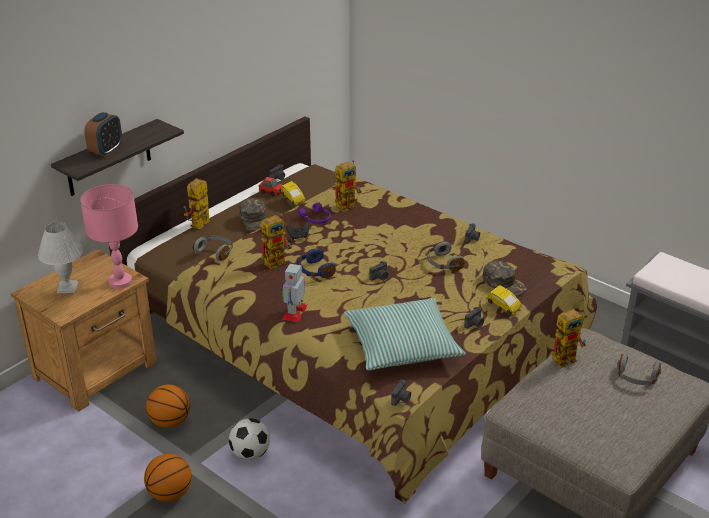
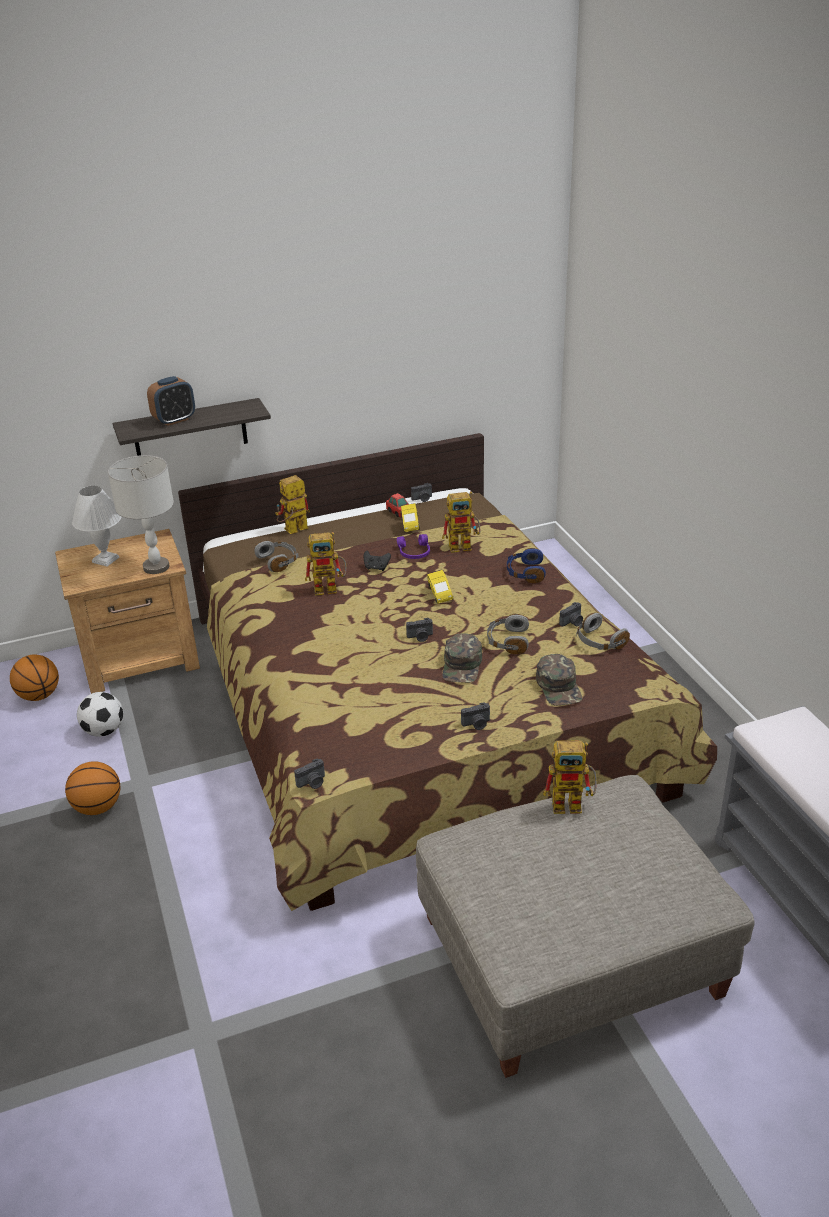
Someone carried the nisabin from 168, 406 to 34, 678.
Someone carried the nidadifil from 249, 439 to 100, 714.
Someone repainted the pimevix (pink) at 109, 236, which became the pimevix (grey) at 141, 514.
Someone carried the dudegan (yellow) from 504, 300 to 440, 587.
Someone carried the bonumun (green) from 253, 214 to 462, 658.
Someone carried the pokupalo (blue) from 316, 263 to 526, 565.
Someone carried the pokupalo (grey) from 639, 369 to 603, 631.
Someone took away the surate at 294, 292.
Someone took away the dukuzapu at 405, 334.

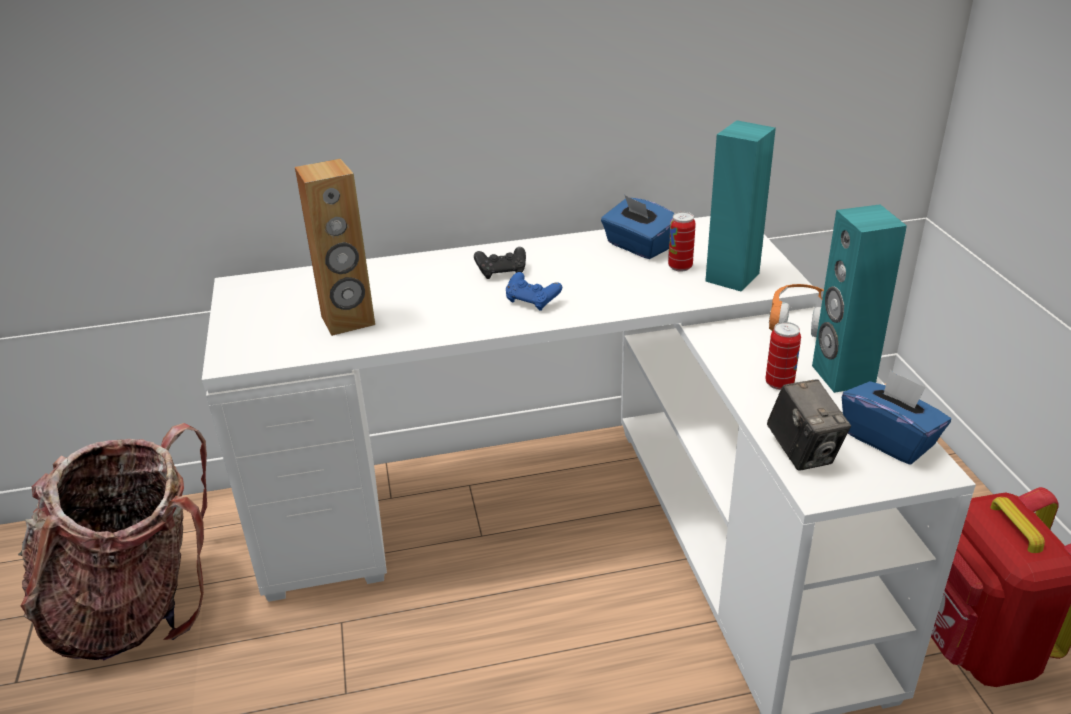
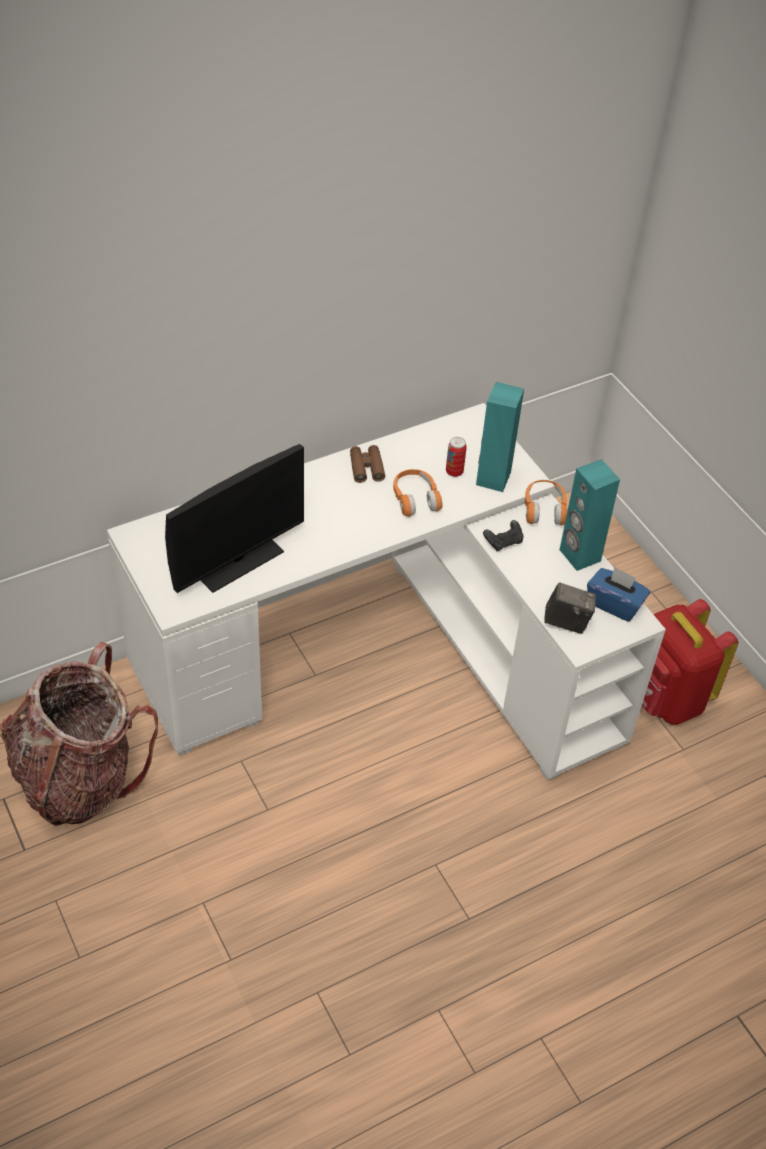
Someone swapped the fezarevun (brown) at 335, 247 for the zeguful at 234, 518.
Someone put down the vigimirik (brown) at 367, 464.
Someone put down the pokupalo (orange) at 417, 493.
Someone carried the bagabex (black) from 500, 263 to 503, 535.
Someone rotated the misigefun at 809, 425 by 45 degrees counterclockwise.
Someone took away the bagabex (blue) at 534, 291.
Someone took away the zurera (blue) at 638, 227.
Someone took away the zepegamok at 783, 356.

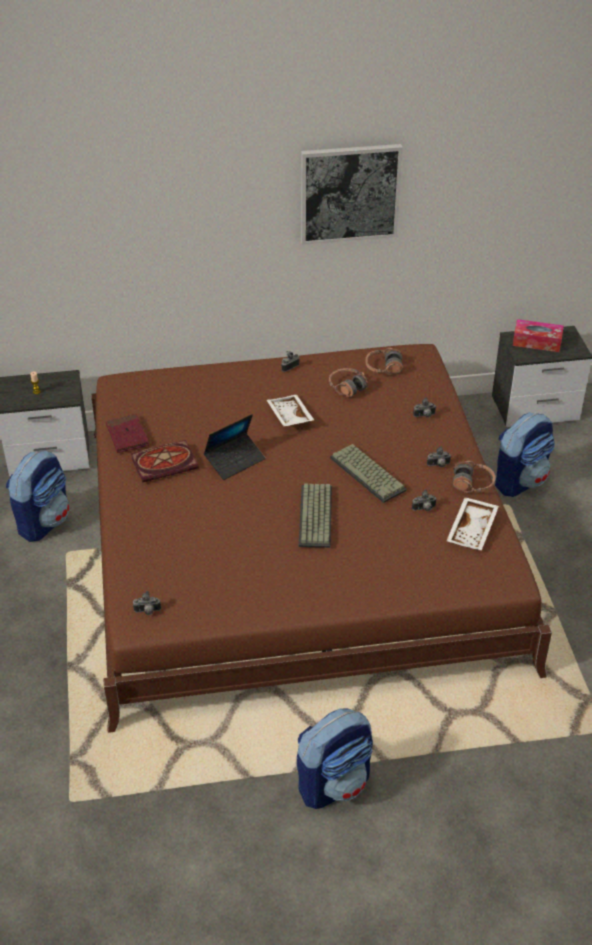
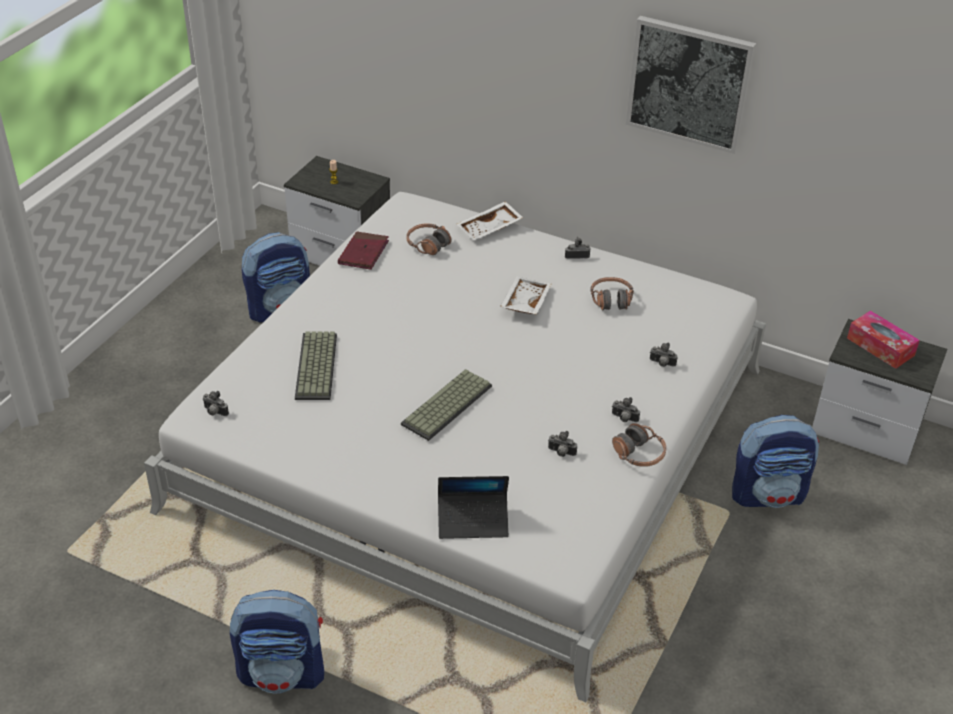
Someone repainted the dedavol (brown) at 321, 538, which became the dedavol (white) at 455, 447.
Someone carried the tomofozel from 368, 473 to 316, 365.
Someone carried the pokupalo from 384, 361 to 428, 239.
Someone carried the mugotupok from 234, 447 to 473, 507.
Someone carried the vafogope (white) from 472, 523 to 489, 221.
Someone took away the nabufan at 165, 461.

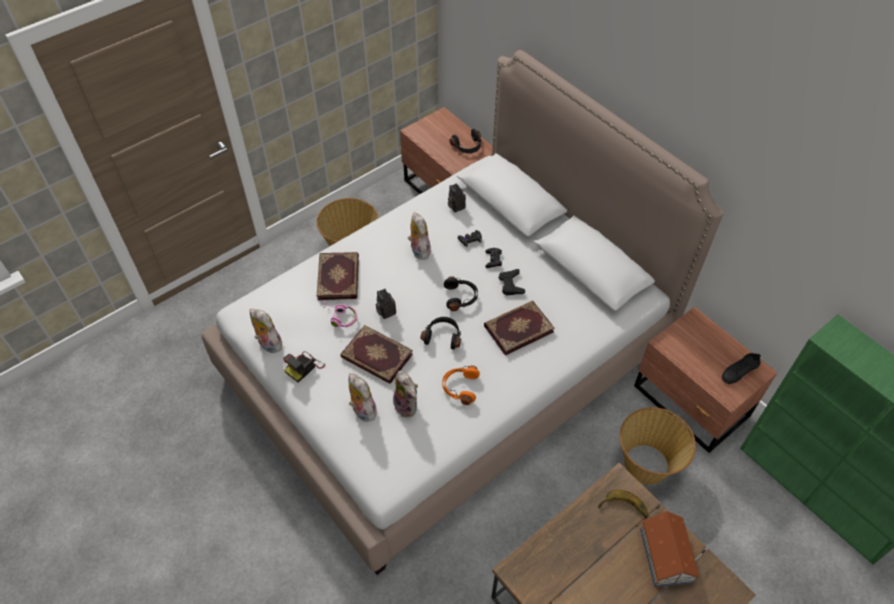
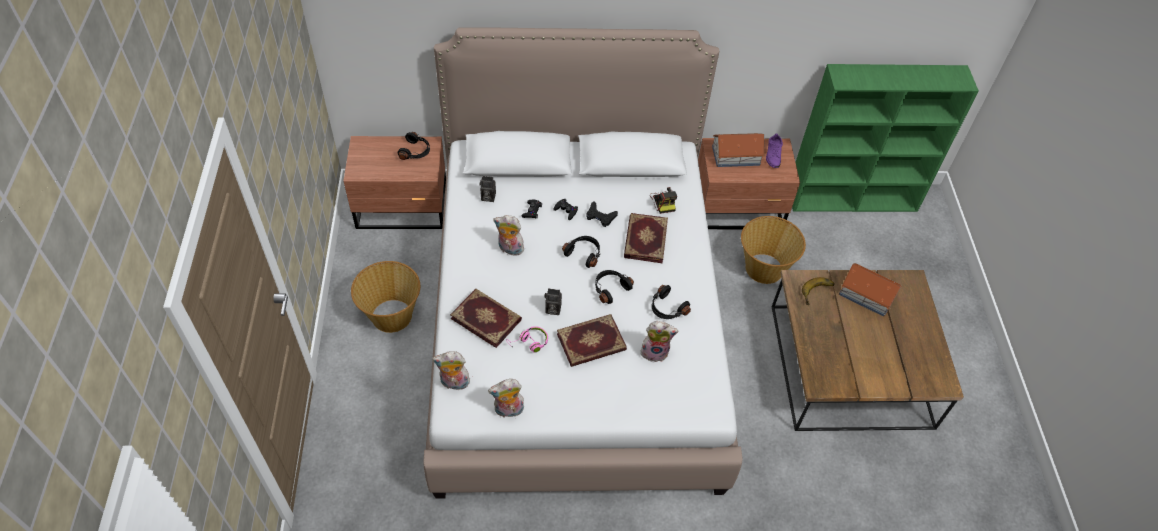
Someone carried the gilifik from 363, 397 to 451, 370.
Someone carried the misigefun from 304, 366 to 663, 200.
Someone repainted the pokupalo (orange) at 461, 385, which became the pokupalo (black) at 671, 302.
Someone put down the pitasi at 738, 150.
Someone repainted the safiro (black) at 741, 368, which became the safiro (purple) at 774, 151.

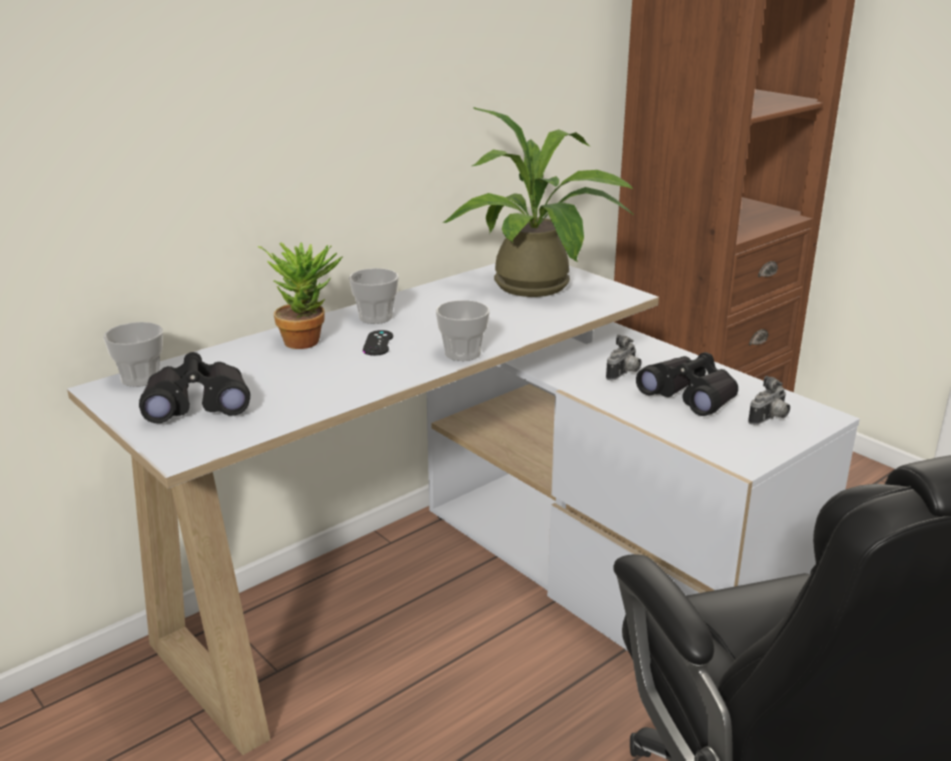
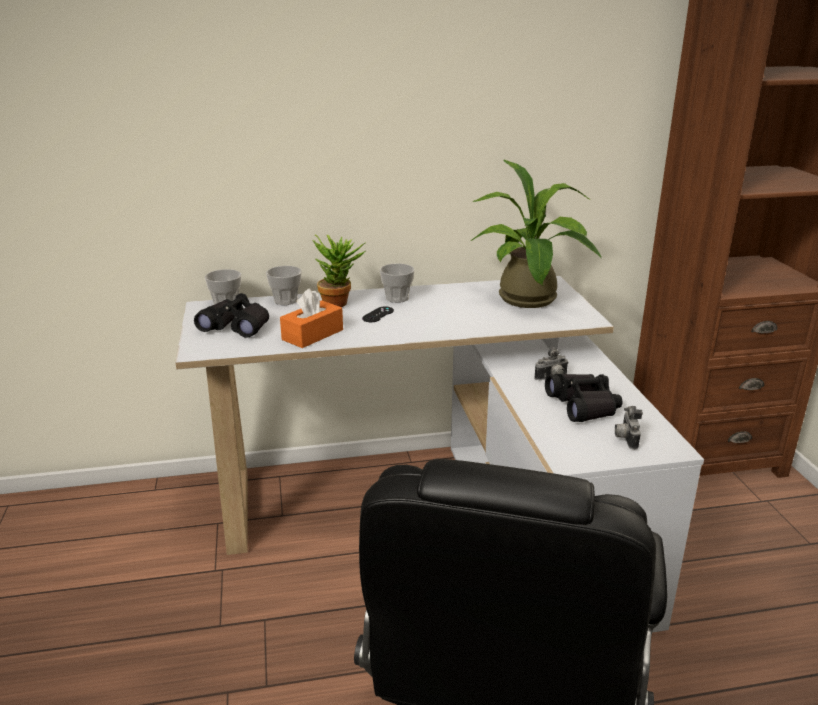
Someone carried the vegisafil from 462, 330 to 284, 285.
Someone put down the zurera (orange) at 311, 318.
Someone rotated the misigefun at 769, 400 by 105 degrees clockwise.

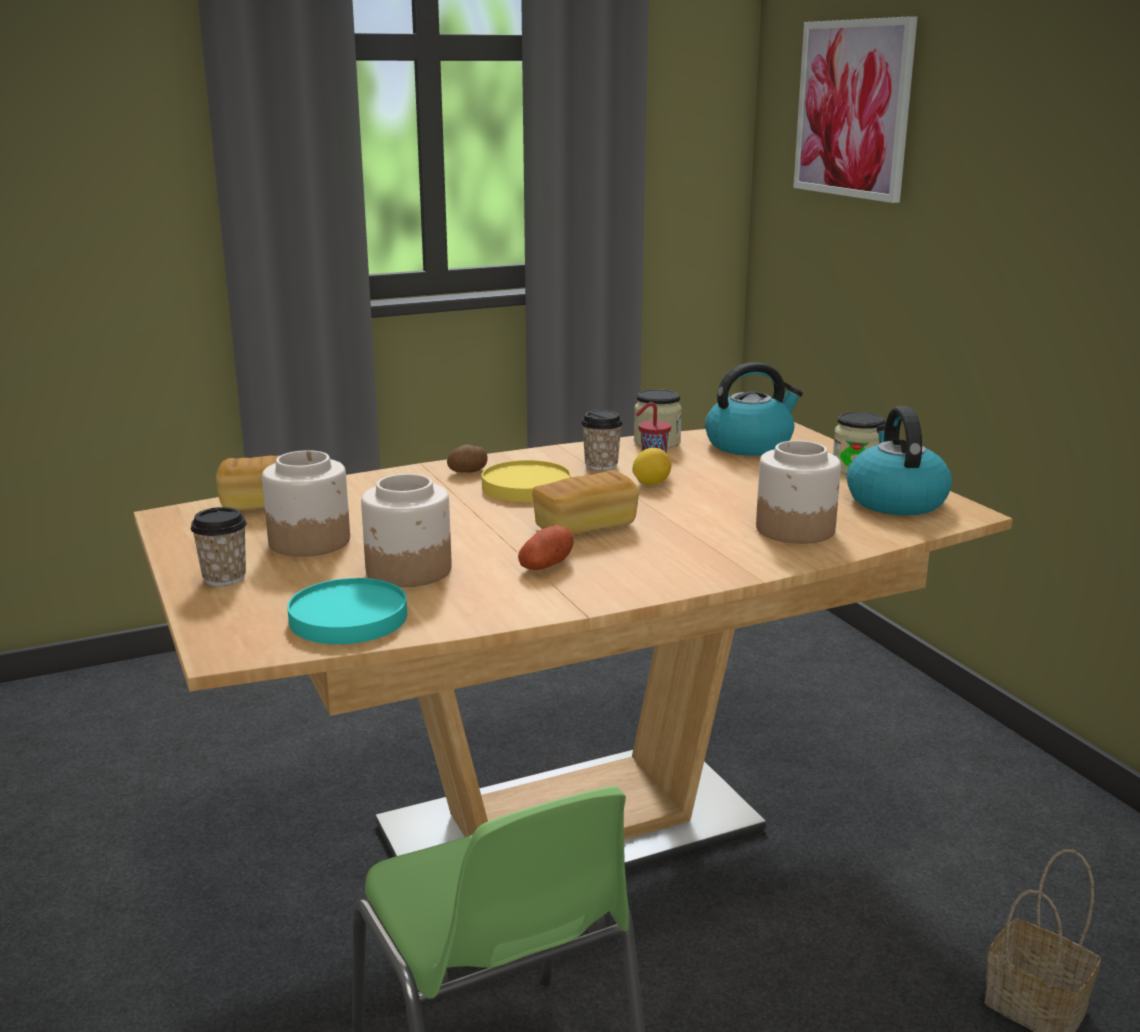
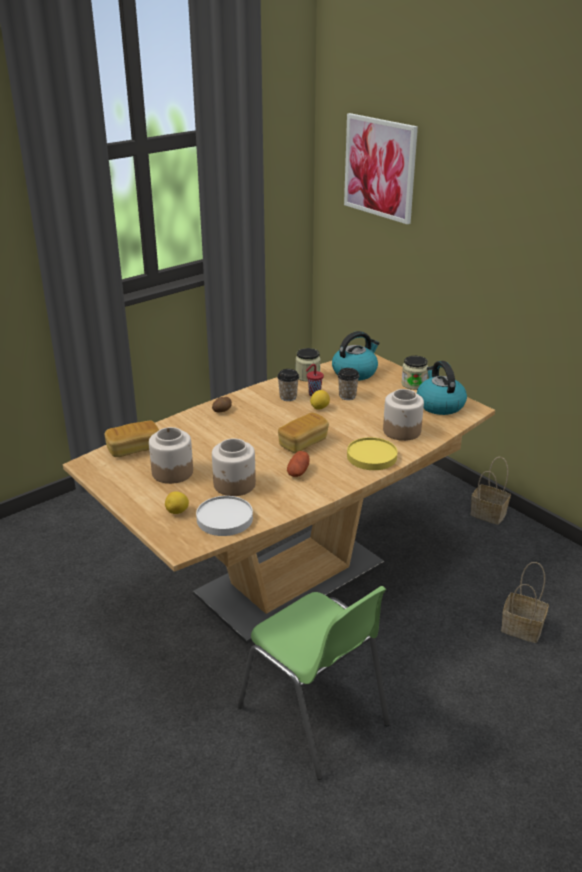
Someone put down the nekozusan at 177, 502.
Someone repainted the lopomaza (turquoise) at 347, 611, which became the lopomaza (white) at 224, 516.
Someone carried the vegisafil from 219, 546 to 348, 384.
Someone carried the lopomaza (yellow) from 526, 481 to 372, 453.
Someone put down the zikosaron at 490, 491.

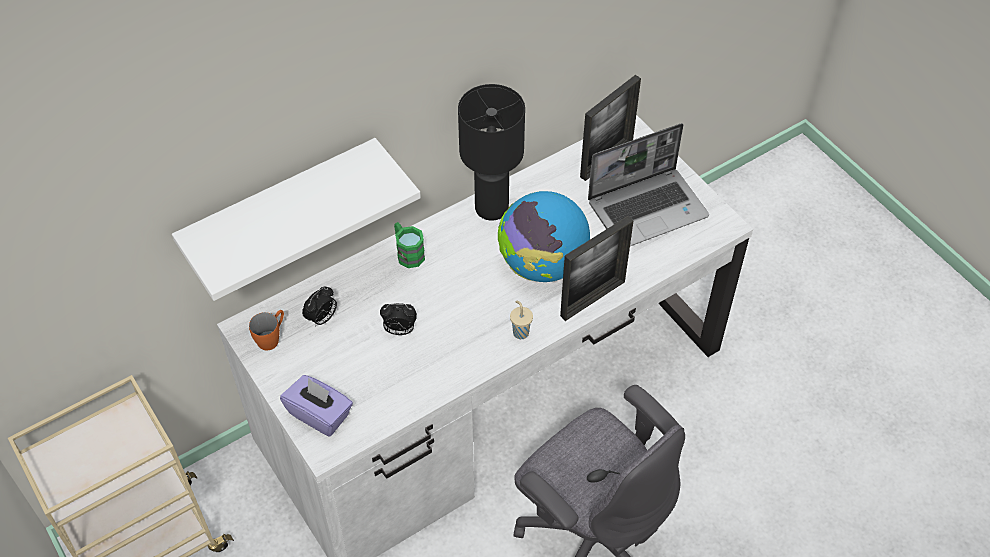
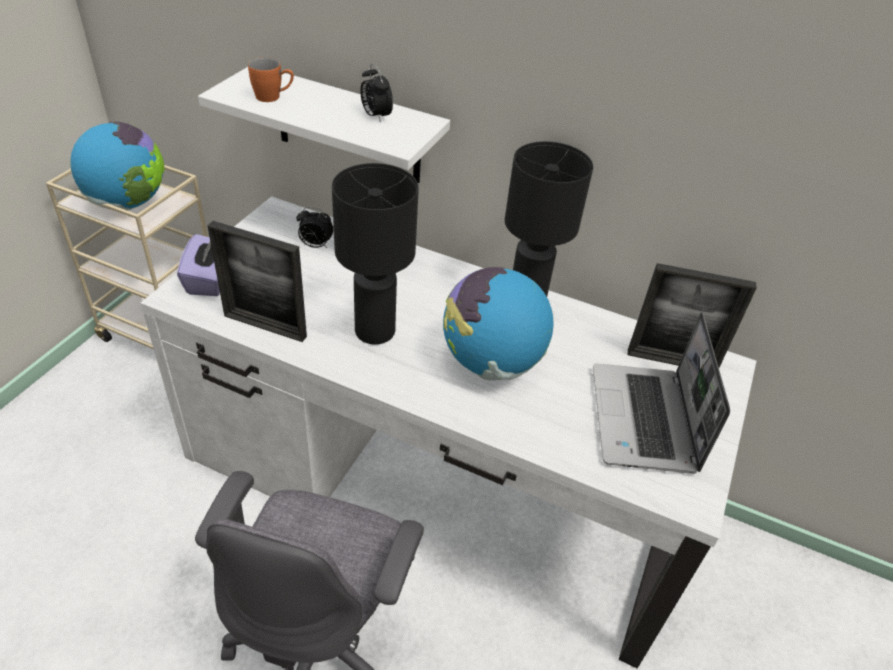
Someone put down the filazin at 117, 166.
Someone carried the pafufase from 596, 268 to 257, 281.
Someone carried the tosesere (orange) from 266, 330 to 271, 79.
Someone put down the pimevix (black) at 375, 254.
Someone carried the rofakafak from 398, 319 to 376, 93.
Someone rotated the mugotupok at 648, 184 by 60 degrees clockwise.
Someone took away the tosesere (green) at 409, 245.
Someone took away the vegisafil (beige) at 521, 320.

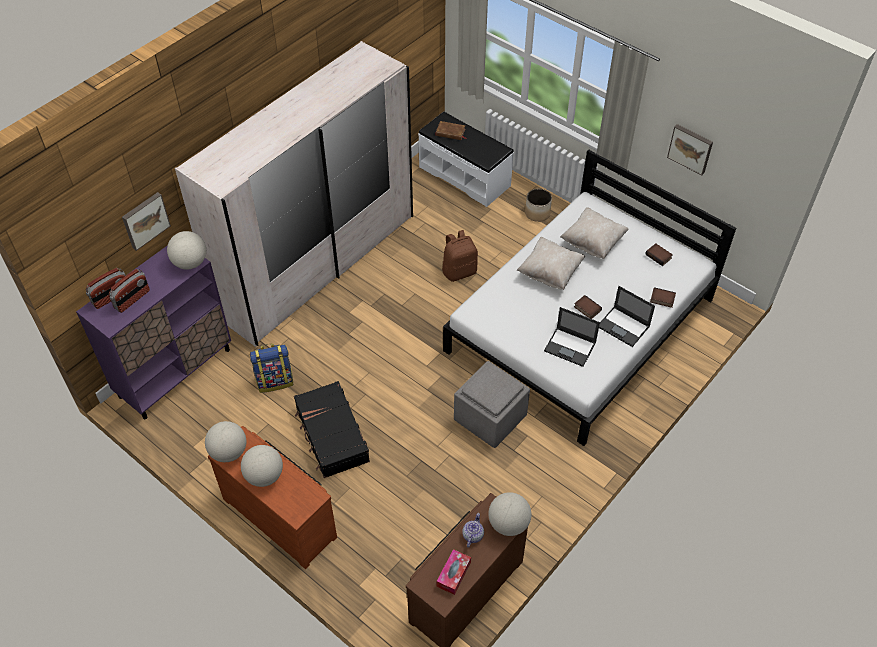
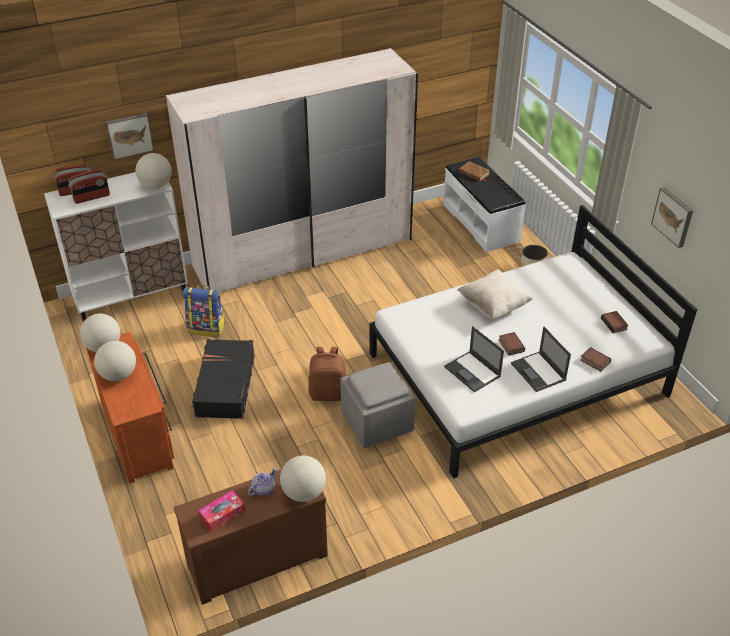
Someone repainted the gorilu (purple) at 153, 332, which became the gorilu (white) at 116, 247.
Someone carried the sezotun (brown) from 460, 256 to 327, 374.
Someone took away the dukuzapu (beige) at 594, 233.

